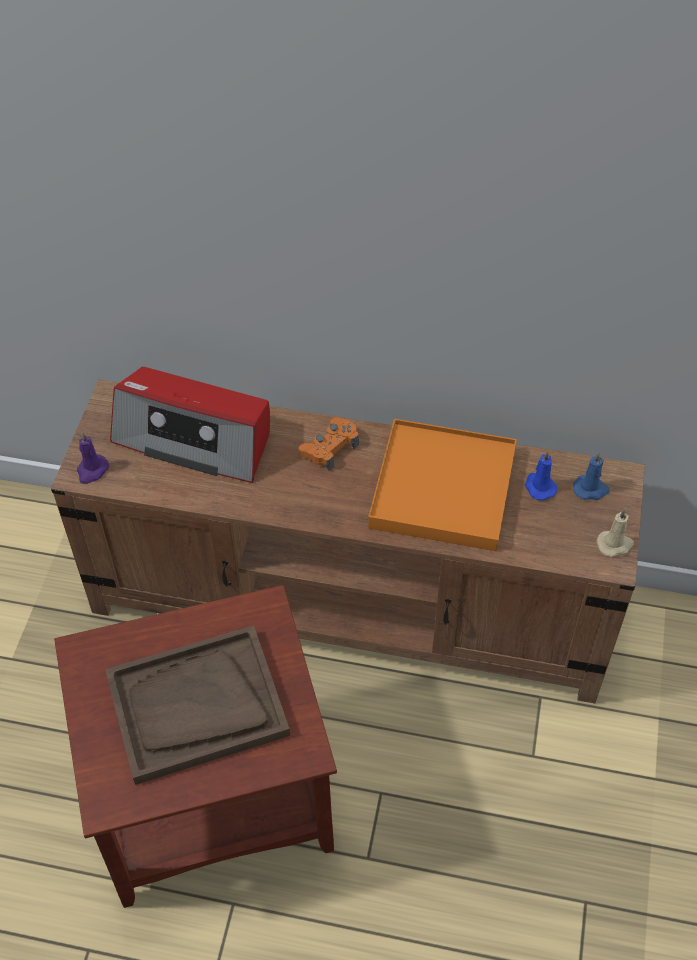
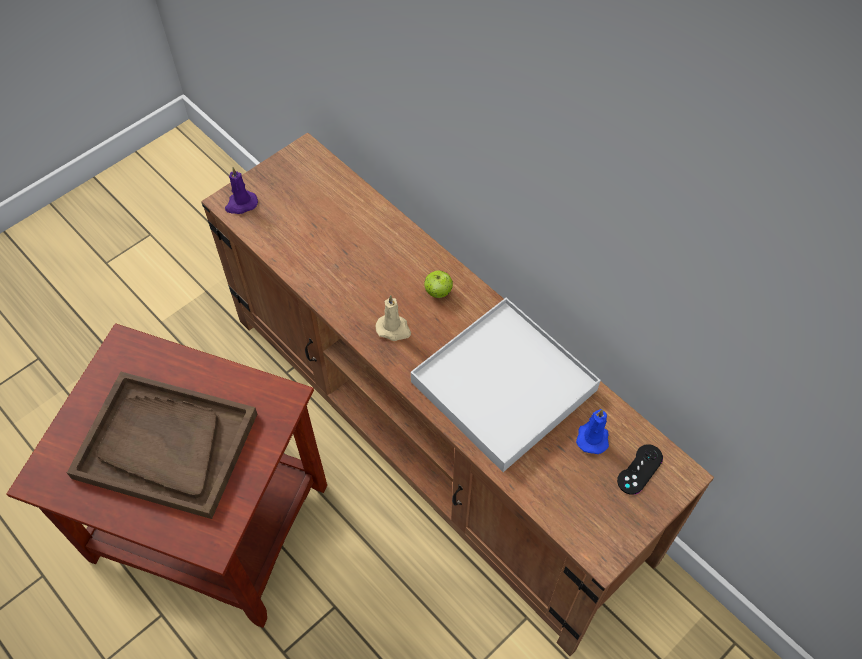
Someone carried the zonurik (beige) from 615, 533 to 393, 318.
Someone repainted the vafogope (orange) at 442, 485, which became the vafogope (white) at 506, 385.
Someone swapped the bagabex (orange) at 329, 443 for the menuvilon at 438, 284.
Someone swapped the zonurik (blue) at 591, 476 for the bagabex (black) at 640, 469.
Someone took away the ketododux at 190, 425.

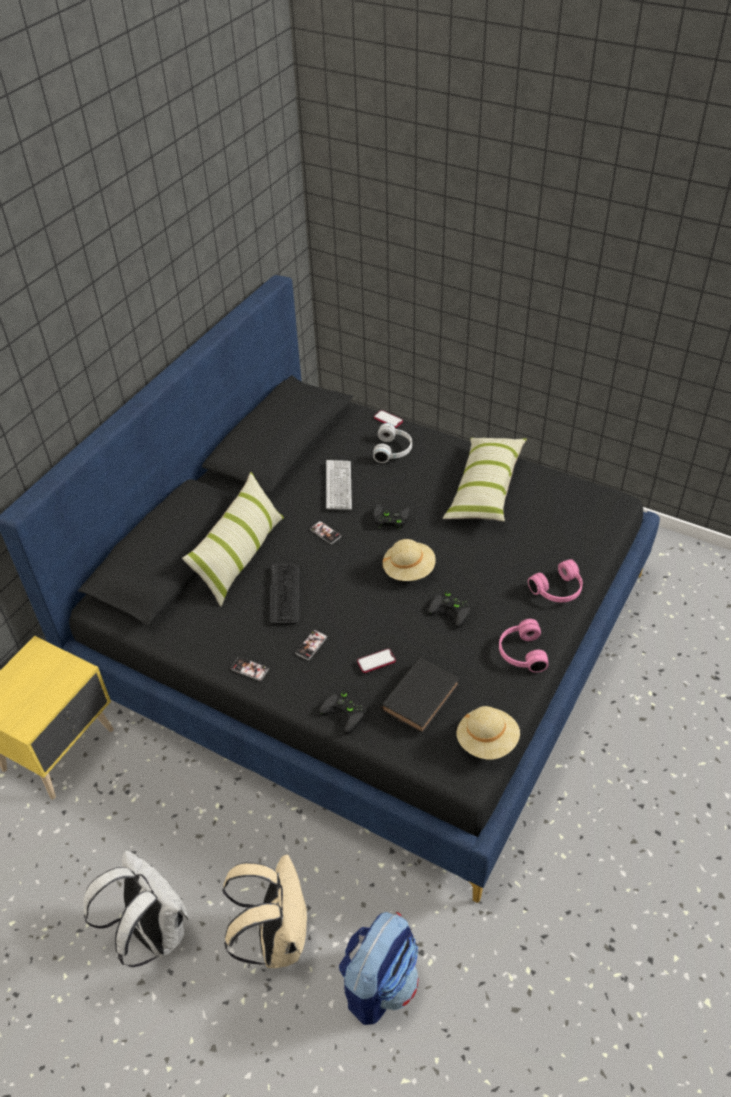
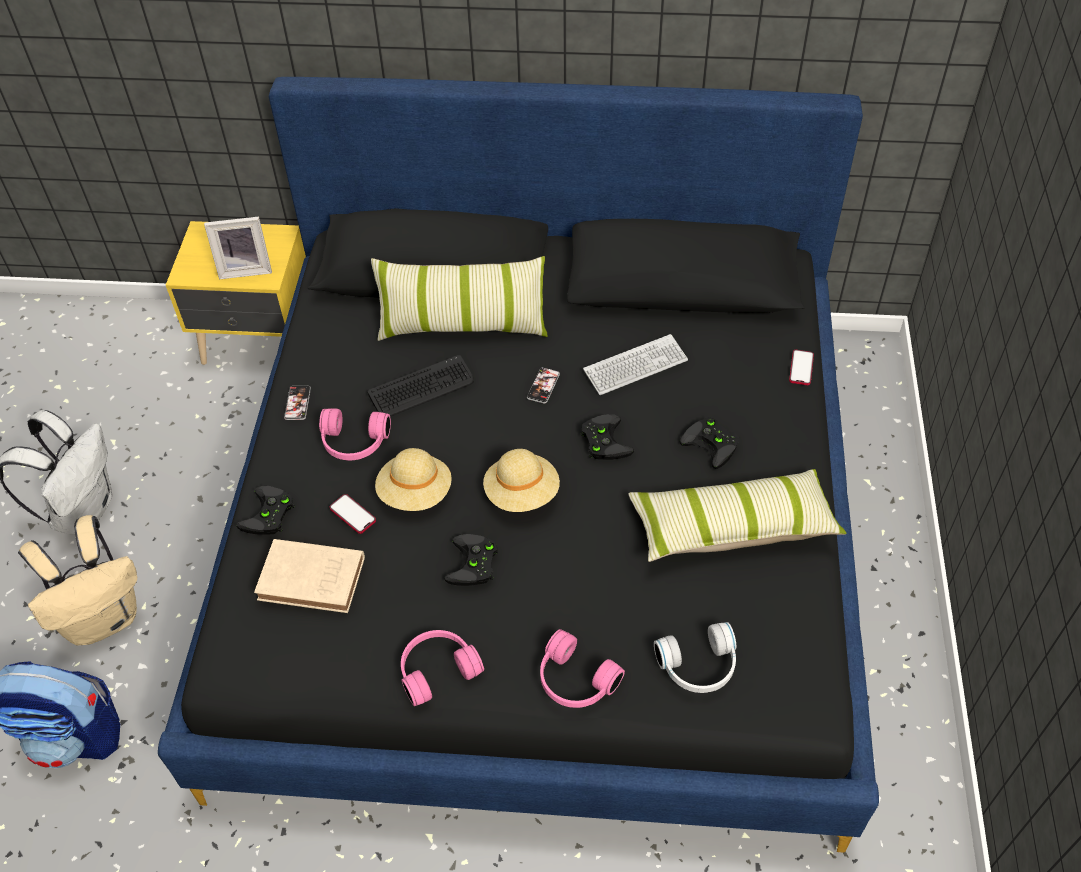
Someone put down the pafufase at 238, 248.
Someone repainted the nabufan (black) at 420, 695, which became the nabufan (beige) at 309, 576.
Someone swapped the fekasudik at 311, 645 for the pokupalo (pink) at 355, 434.
Someone carried the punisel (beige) from 488, 732 to 413, 479.
Someone carried the pokupalo (white) from 392, 443 to 695, 657.
Someone put down the bagabex (black) at 709, 443.

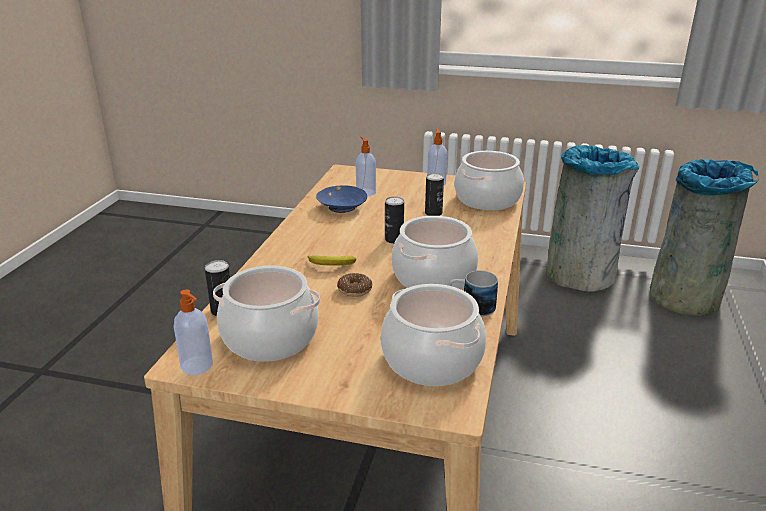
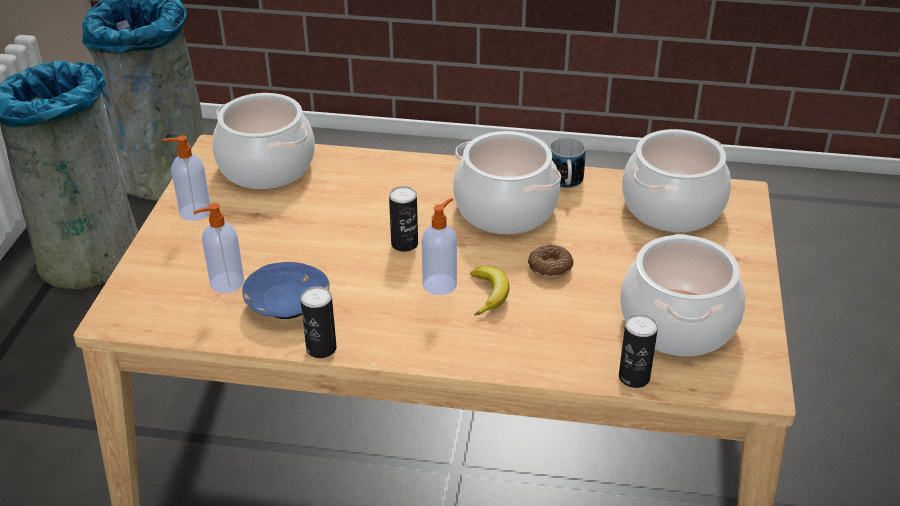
Someone carried the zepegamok from 434, 194 to 318, 322.
Someone carried the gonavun from 193, 332 to 439, 246.

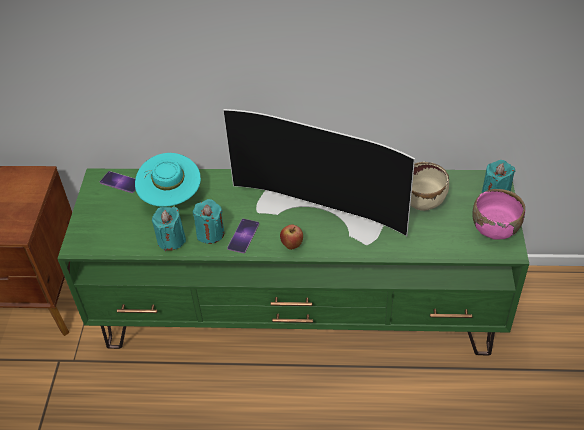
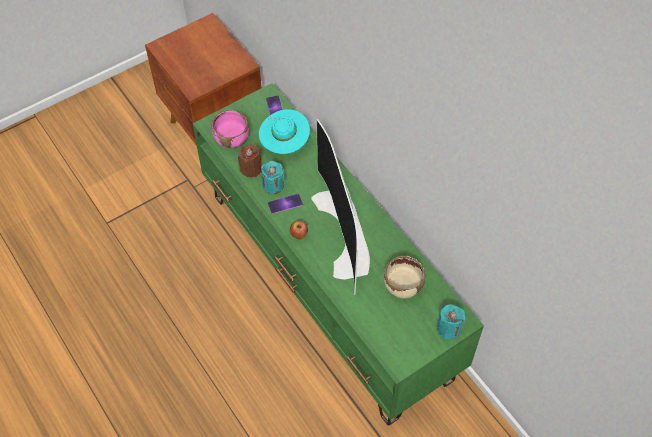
Someone carried the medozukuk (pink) from 498, 214 to 230, 129.
Someone repainted the zonurik (turquoise) at 169, 229, which became the zonurik (brown) at 250, 160.

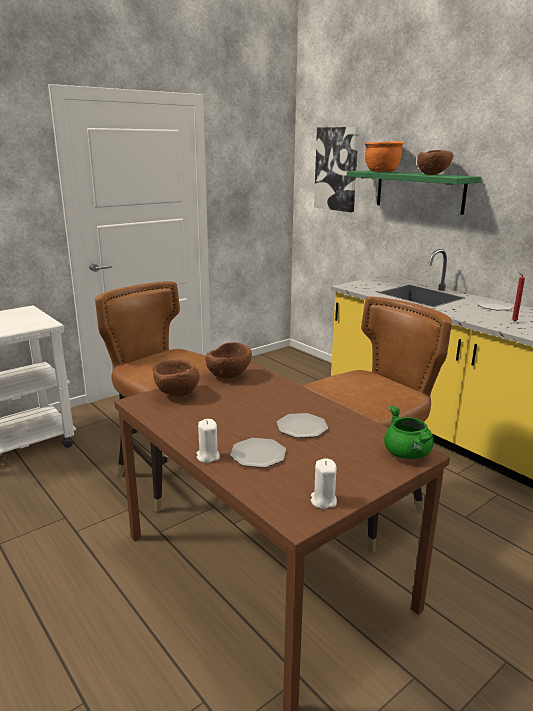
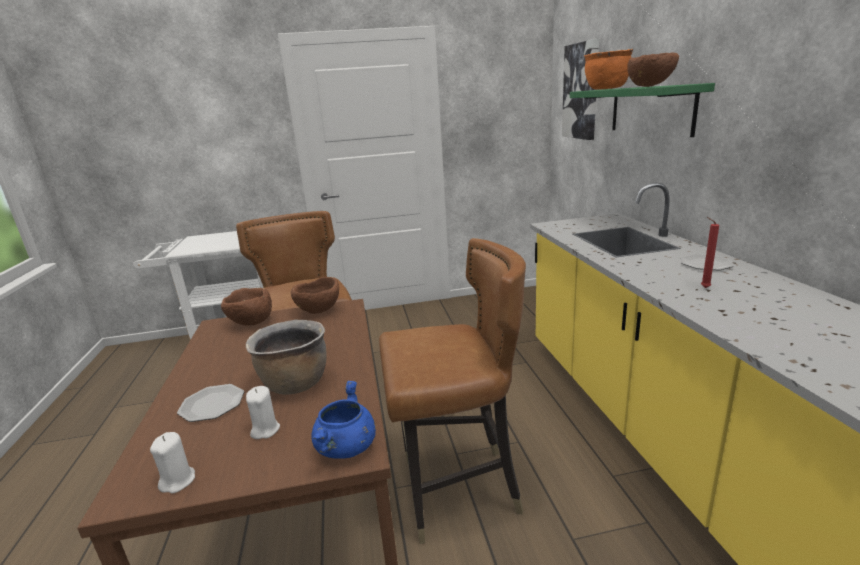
Someone swapped the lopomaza at 302, 425 for the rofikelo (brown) at 286, 357.
Someone carried the zonurik (white) from 208, 441 to 263, 412.
Someone repainted the rofikelo (green) at 409, 432, which became the rofikelo (blue) at 343, 420.

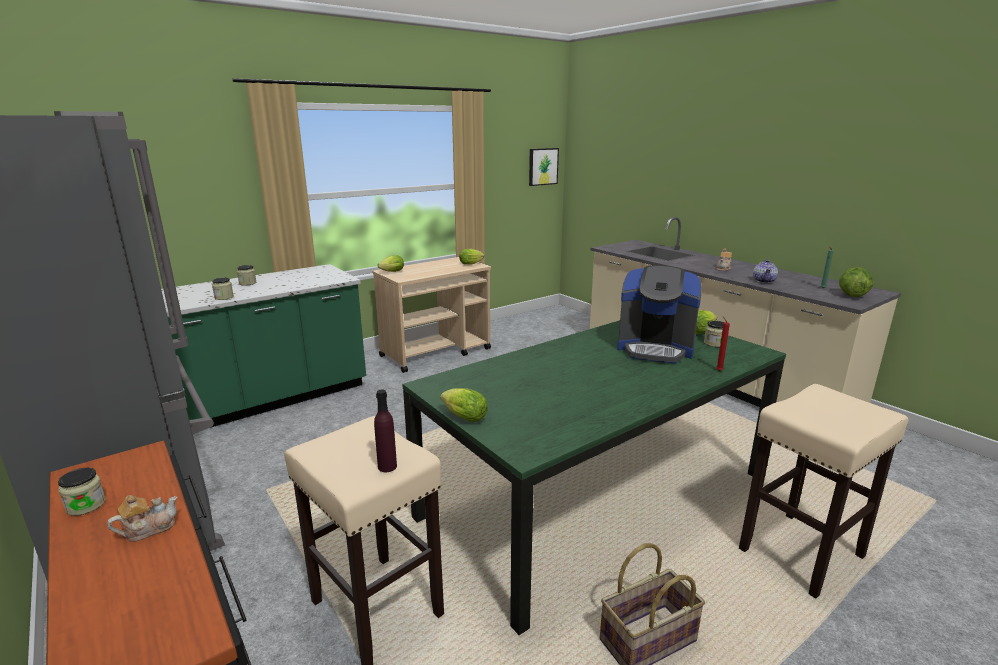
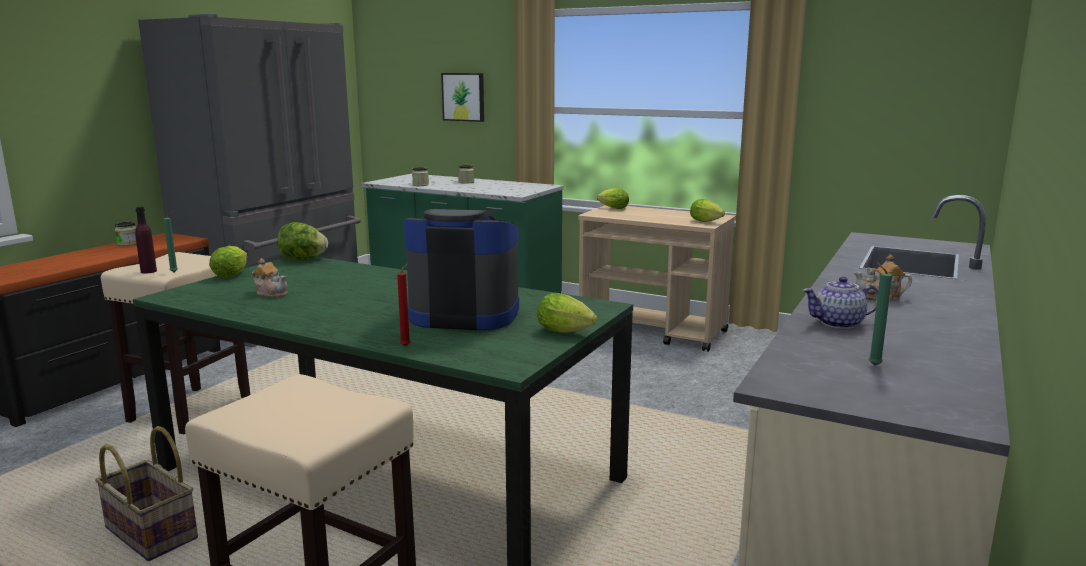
Someone put down the zonurik (green) at 170, 242.
Someone carried the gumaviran from 142, 518 to 270, 277.
Someone carried the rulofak from 856, 282 to 303, 241.
Someone rotated the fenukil at 659, 314 by 105 degrees clockwise.
Someone carried the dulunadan from 544, 167 to 462, 97.
Someone took away the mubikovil at 714, 334.

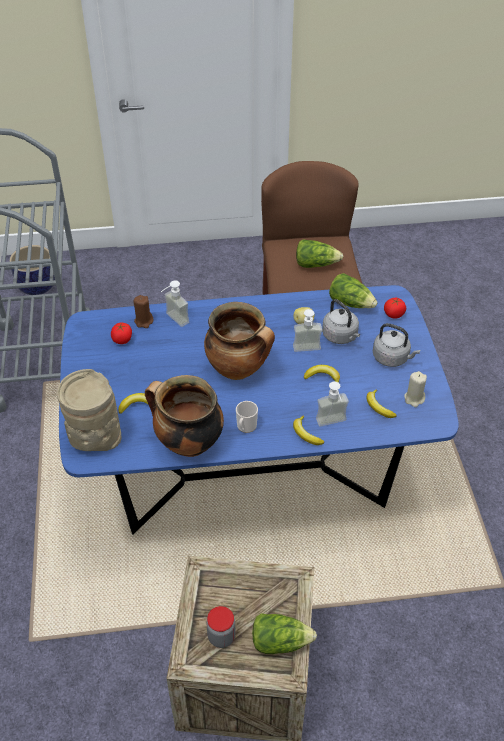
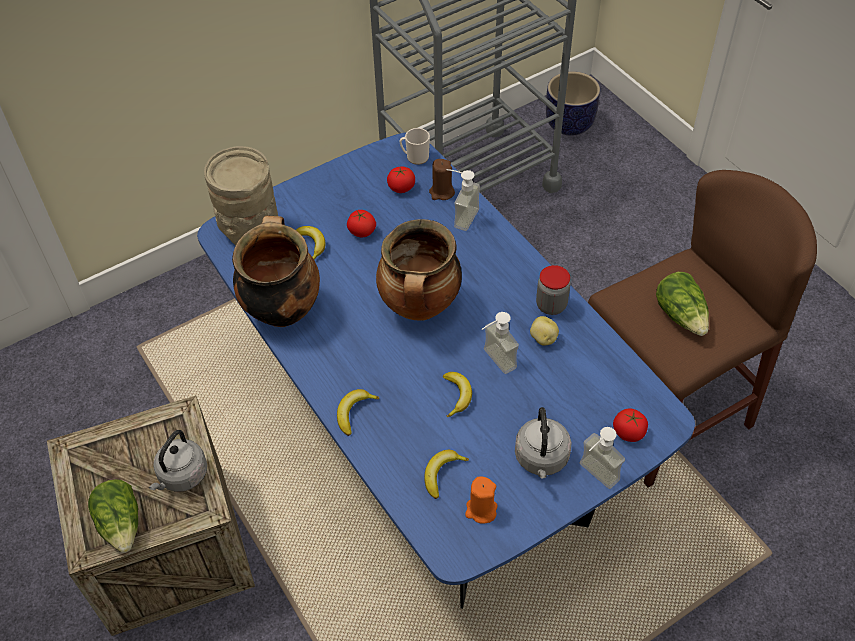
Someone carried the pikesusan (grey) from 341, 321 to 178, 461.
Someone put down the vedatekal at 361, 223.
Someone carried the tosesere from 247, 417 to 415, 146.
Someone repainted the zonurik (beige) at 415, 389, which became the zonurik (orange) at 481, 500.
Someone carried the mubikovil from 220, 627 to 553, 290.
Someone carried the gonavun from 332, 404 to 602, 458.
Someone took away the rulofak at 353, 290.

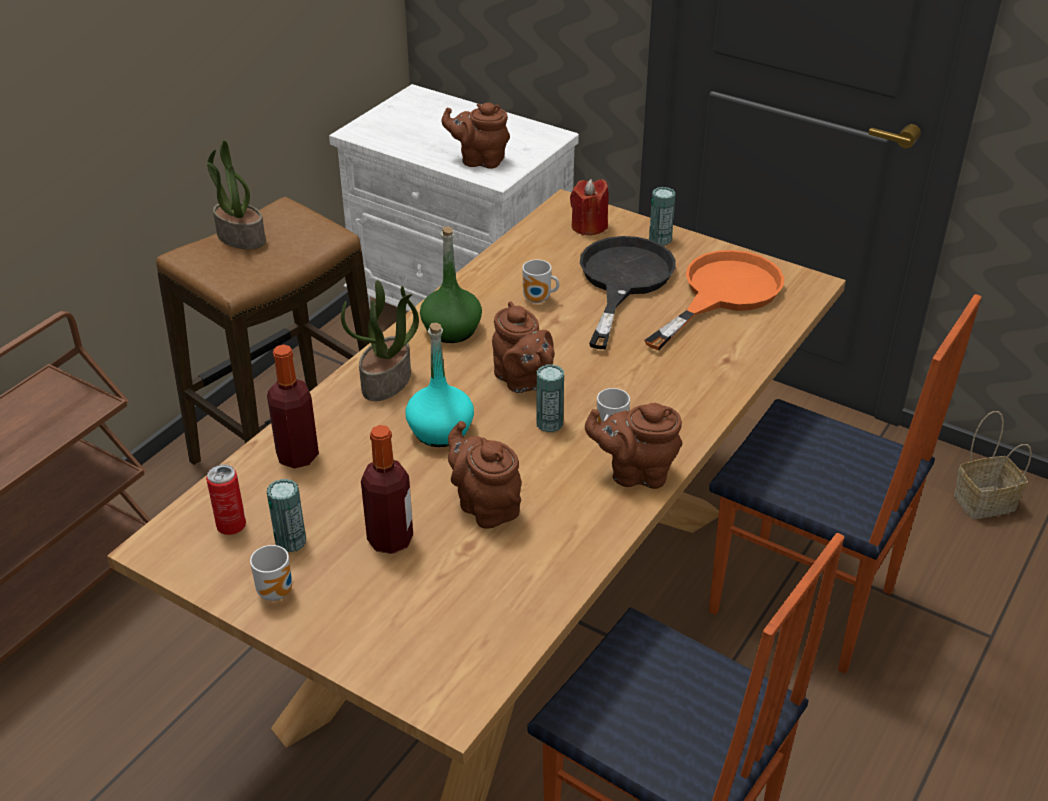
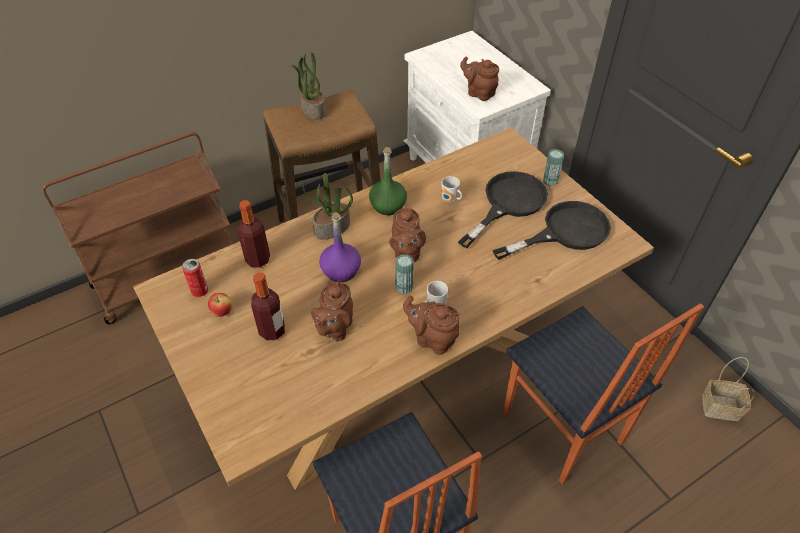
Someone swapped the zepegamok at 286, 516 for the menuvilon at 220, 305.
Someone rotated the gumaviran (brown) at 484, 475 by 150 degrees counterclockwise.
Someone repainted the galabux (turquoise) at 440, 385, which became the galabux (purple) at 340, 247.
Someone repainted the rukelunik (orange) at 714, 300, which became the rukelunik (black) at 551, 230.
Someone took away the tosesere at 271, 573.
Someone took away the zonurik (red) at 589, 207.

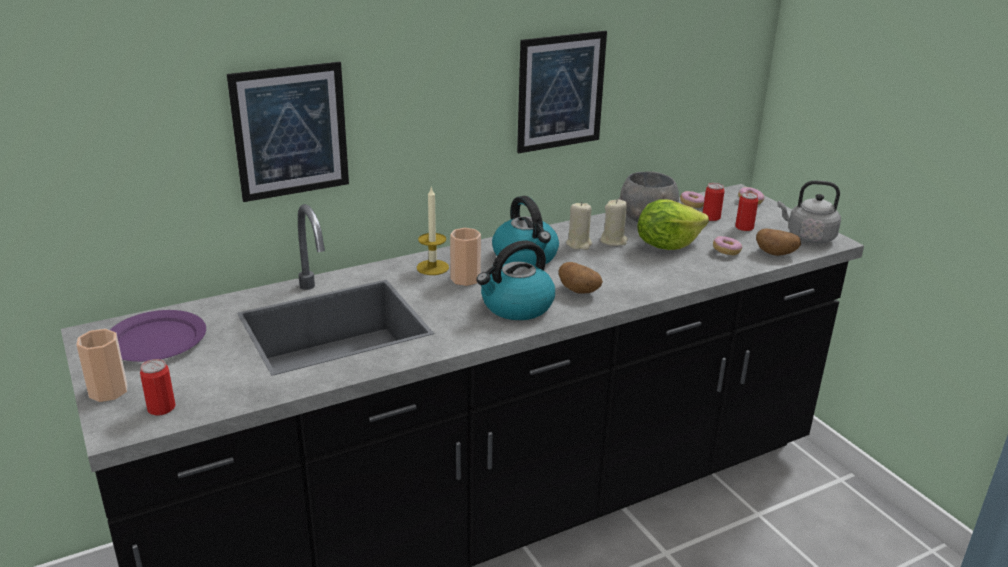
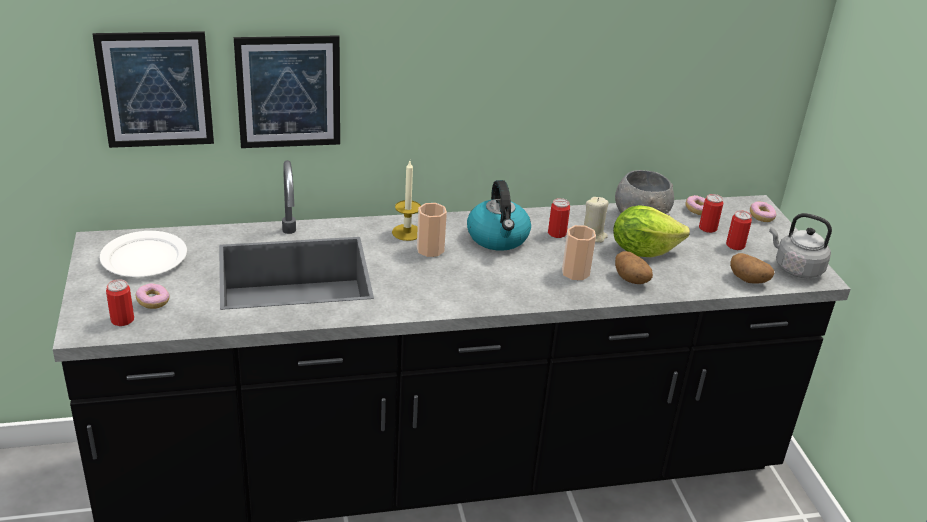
Someone carried the dulunadan from 562, 92 to 153, 89.
Someone repainted the lopomaza (purple) at 158, 336, which became the lopomaza (white) at 143, 254.
Someone carried the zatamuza from 727, 245 to 152, 296.
Someone swapped the zonurik (beige) at 579, 226 for the zepegamok at 559, 218.
Someone carried the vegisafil from 101, 365 to 579, 252.
Someone carried the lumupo from 580, 278 to 634, 267.
Someone took away the pikesusan at 515, 280.

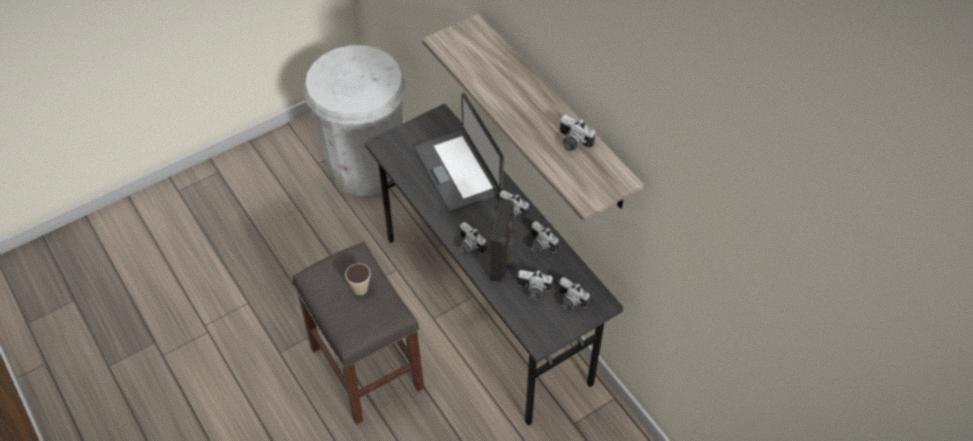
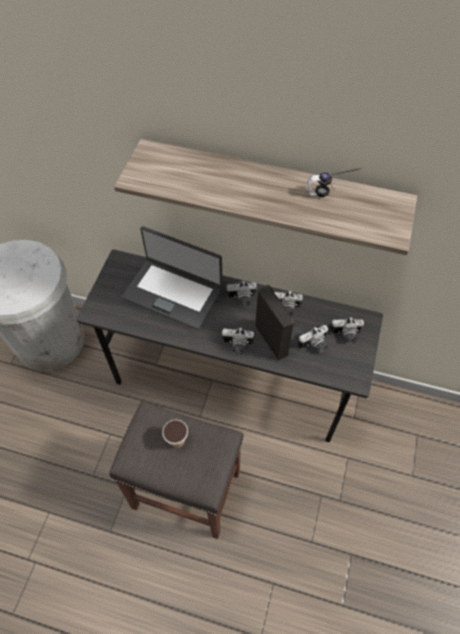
Someone swapped the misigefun at 578, 133 for the pokupalo at 333, 182.

